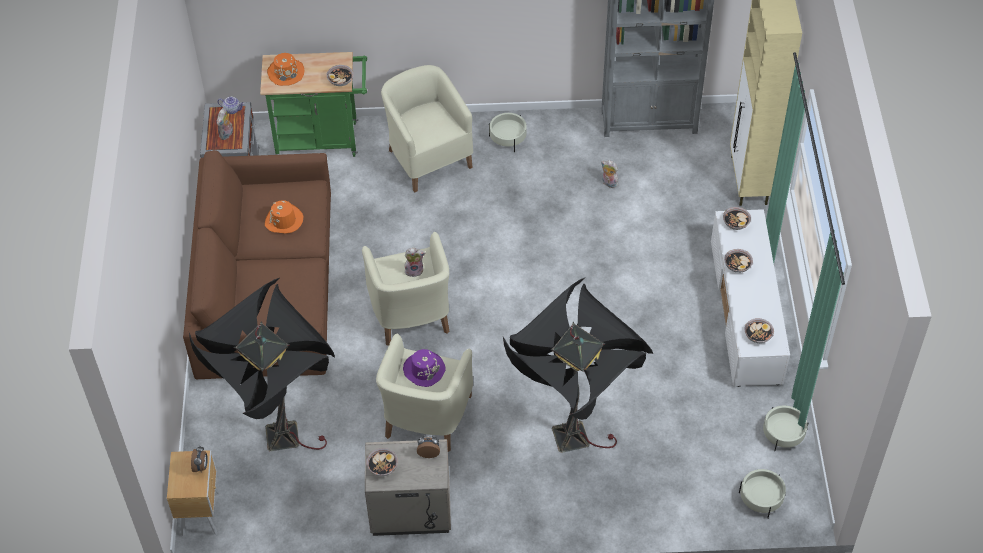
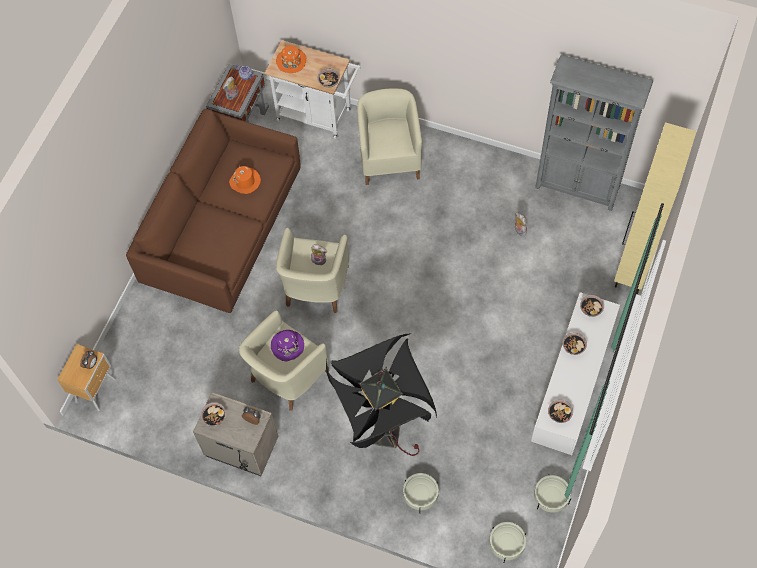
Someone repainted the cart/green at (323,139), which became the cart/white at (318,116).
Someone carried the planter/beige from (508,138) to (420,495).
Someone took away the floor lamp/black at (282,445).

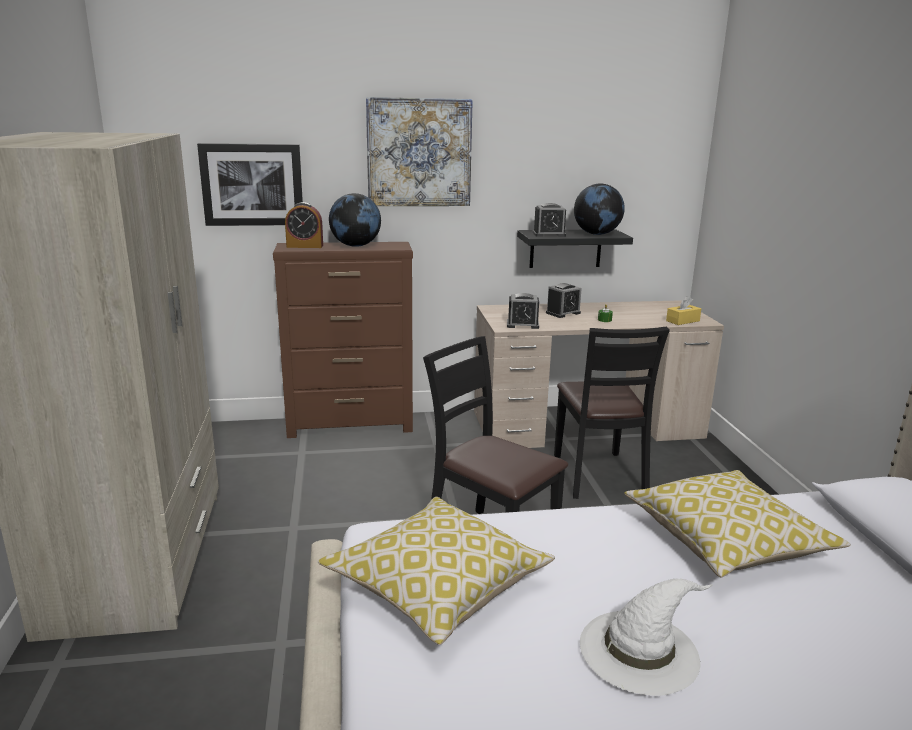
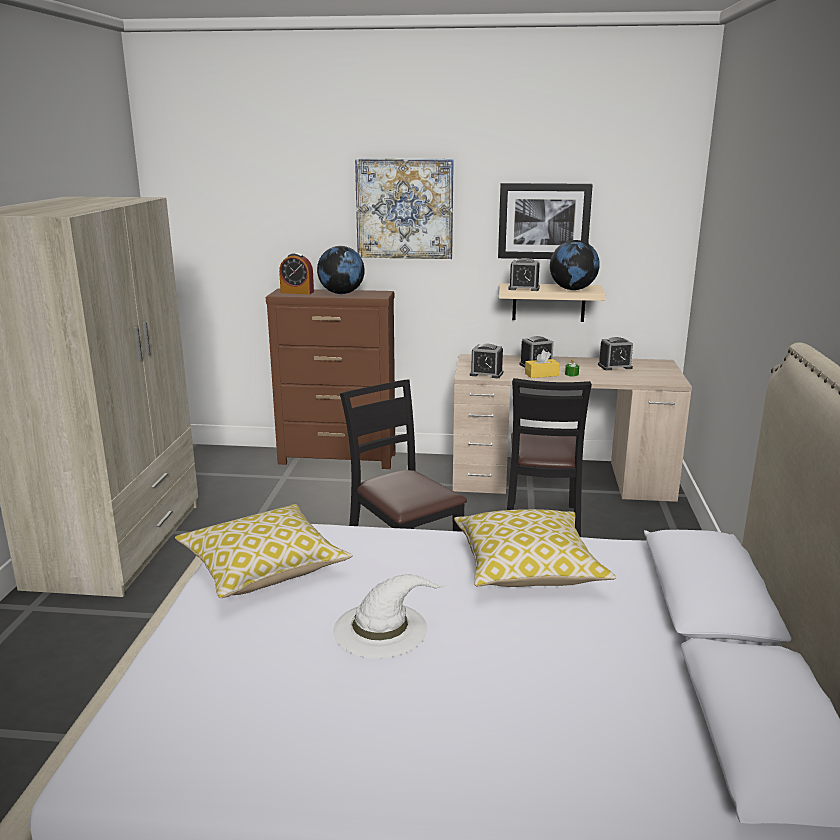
Someone carried the picture from (252,185) to (544,221).
Someone repainted the shelf/black at (565,248), which became the shelf/beige at (548,302).
Someone carried the tissue box/yellow from (682,321) to (541,374).
Someone put down the alarm clock at (614,366).

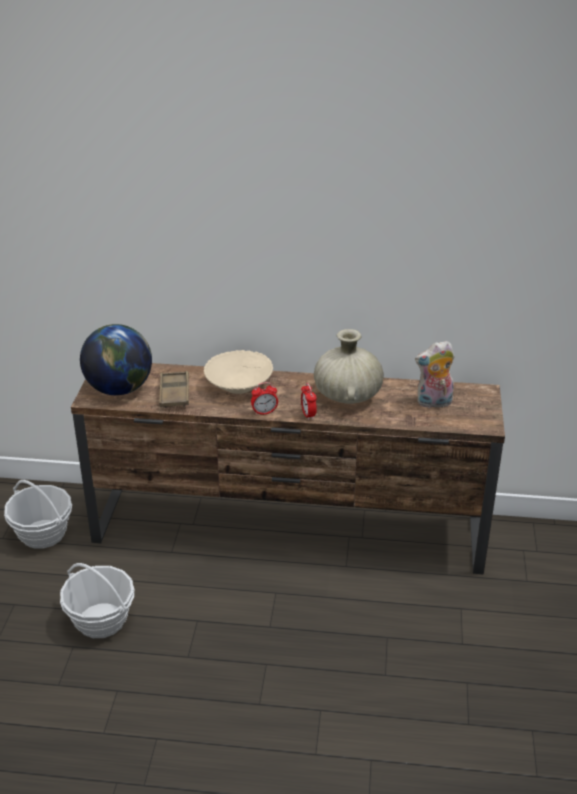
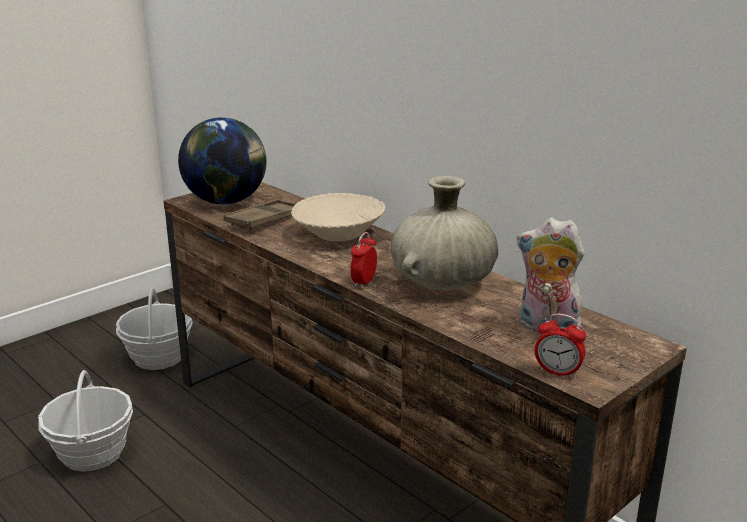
Someone carried the alarm clock from (264,412) to (557,372).

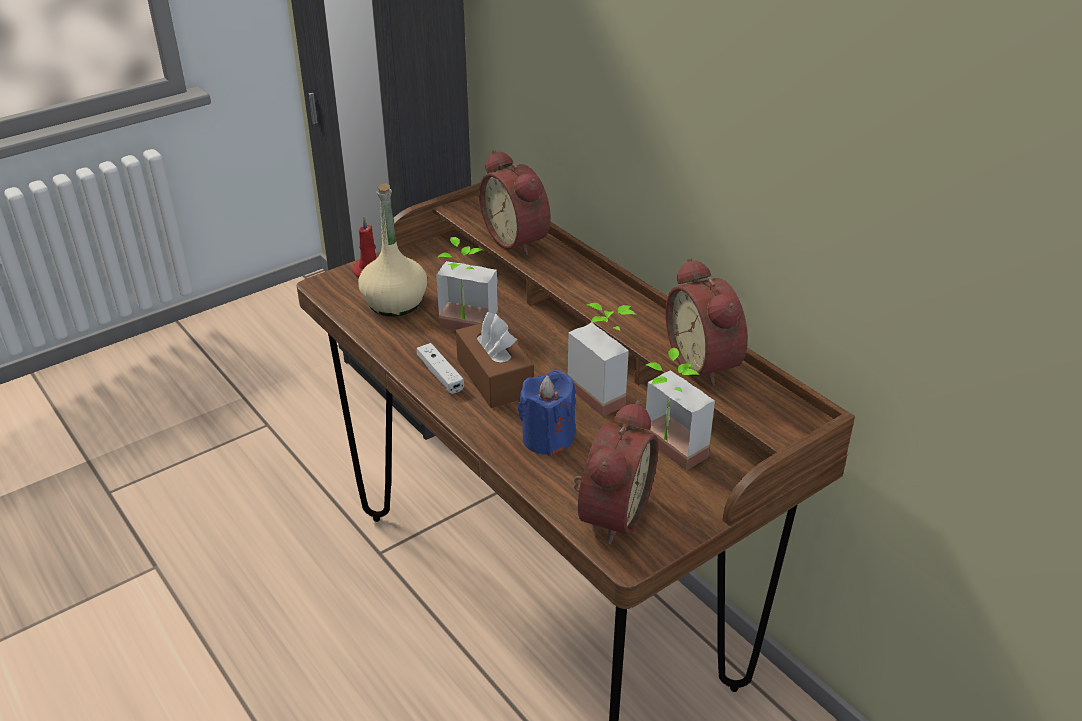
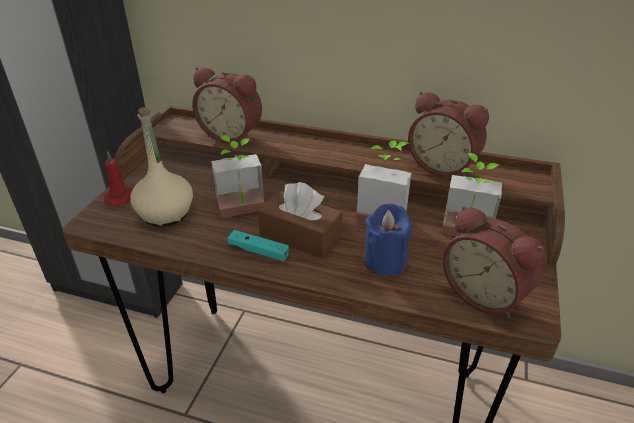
Someone repainted the game controller/white at (440,374), which became the game controller/turquoise at (258,251).
Someone rotated the alarm clock at (610,513) by 150 degrees clockwise.

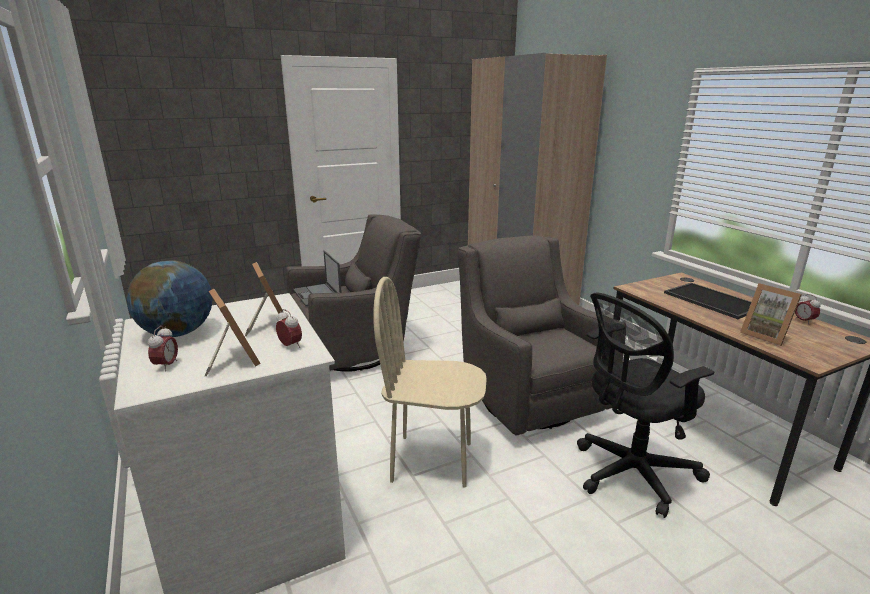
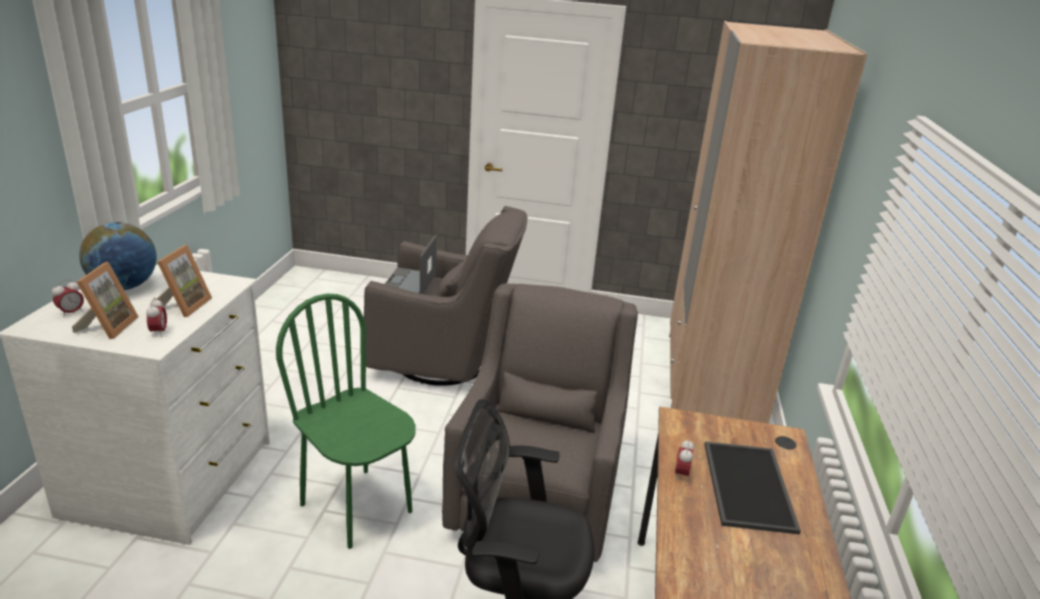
Someone repainted the chair/beige at (432,461), which became the chair/green at (357,507).
Someone carried the alarm clock from (803,321) to (681,474).
Someone took away the picture frame at (765,335).

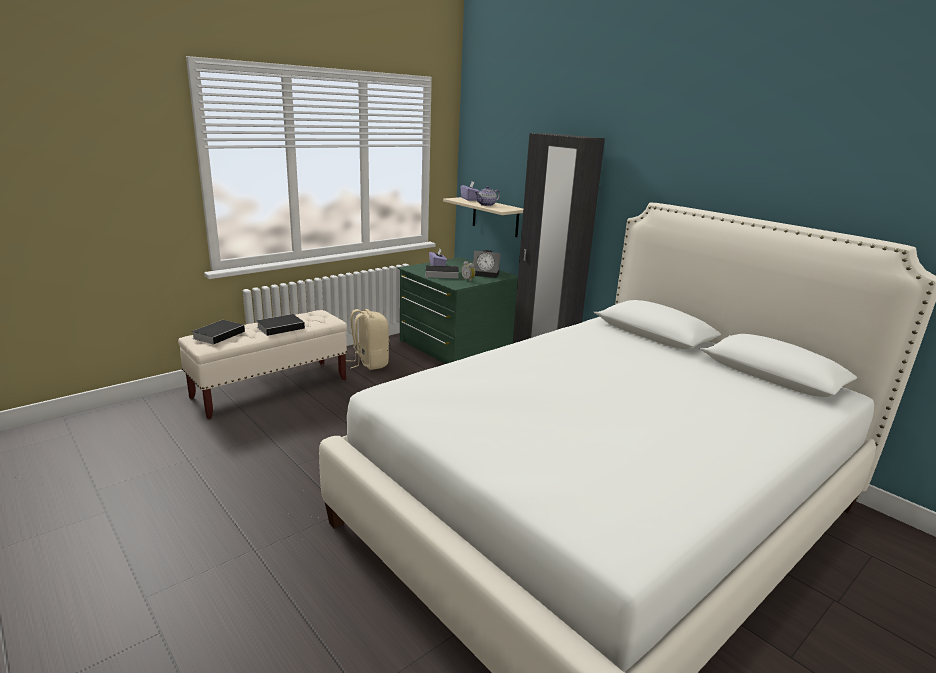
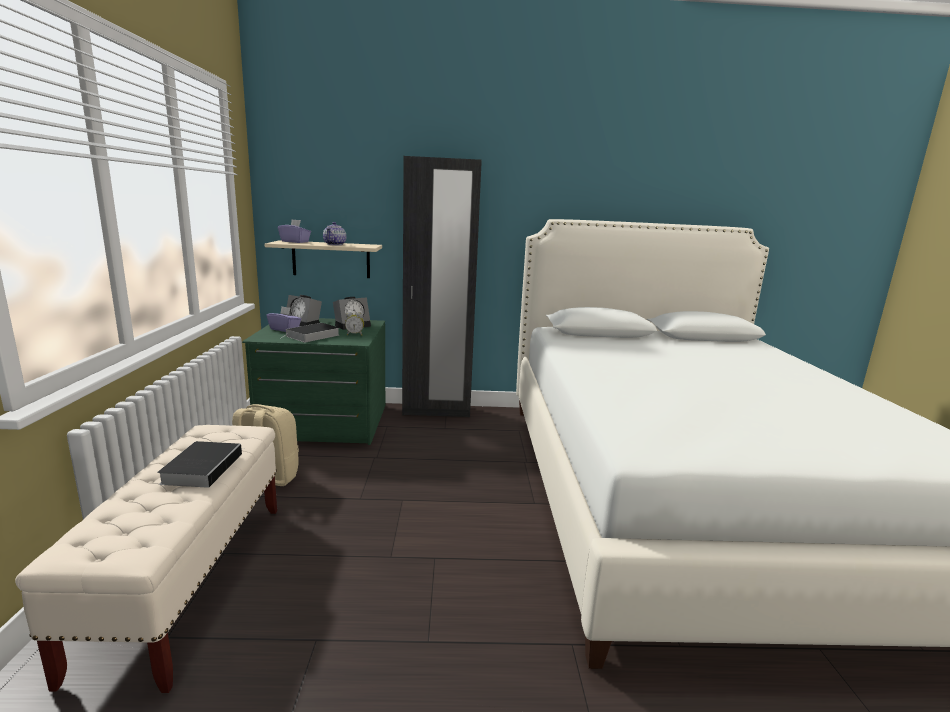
Someone put down the alarm clock at (304,324).
Someone took away the book at (219,334).

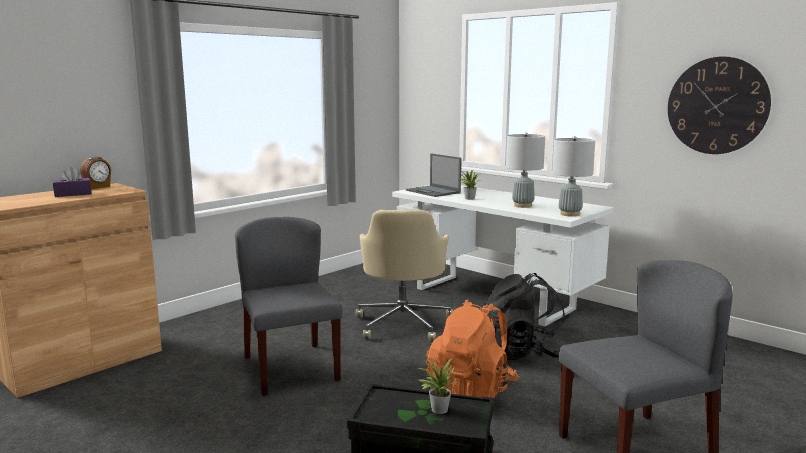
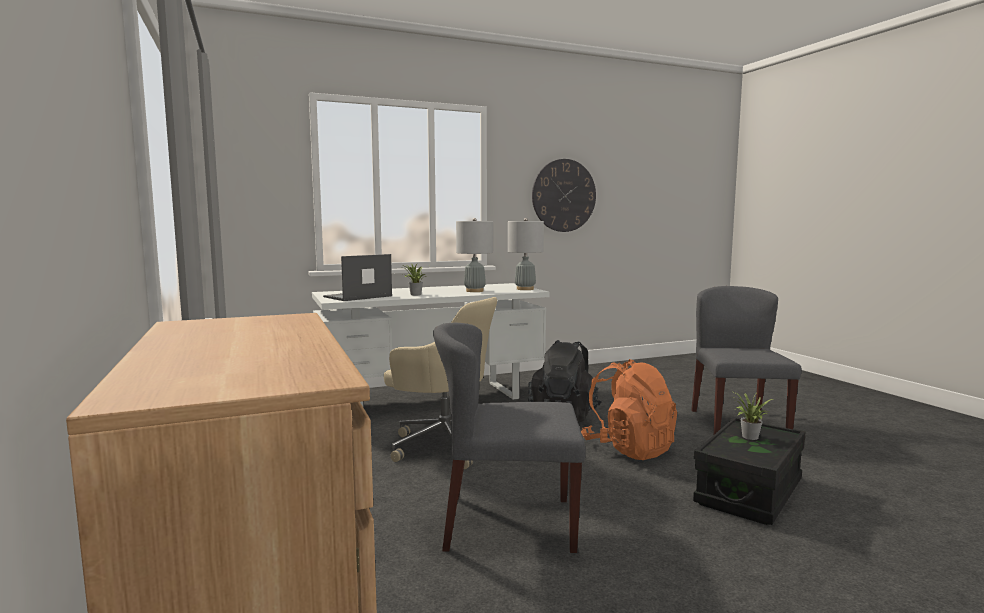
Someone rotated the laptop at (433,191) by 150 degrees clockwise.
Someone took away the tissue box/purple at (73,194).
Someone took away the alarm clock at (97,187).

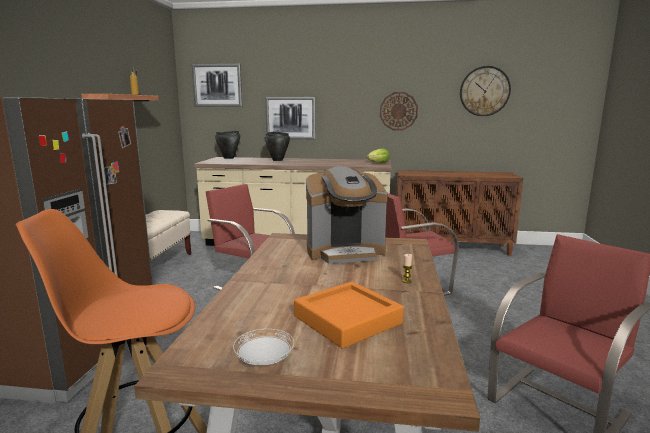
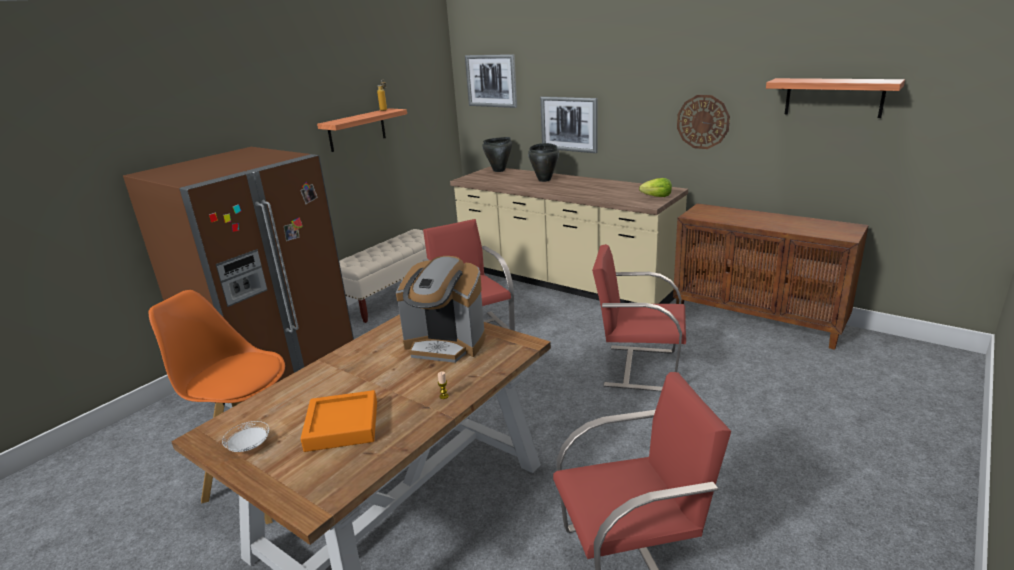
Someone swapped the wall clock at (484,91) for the shelf at (833,97).

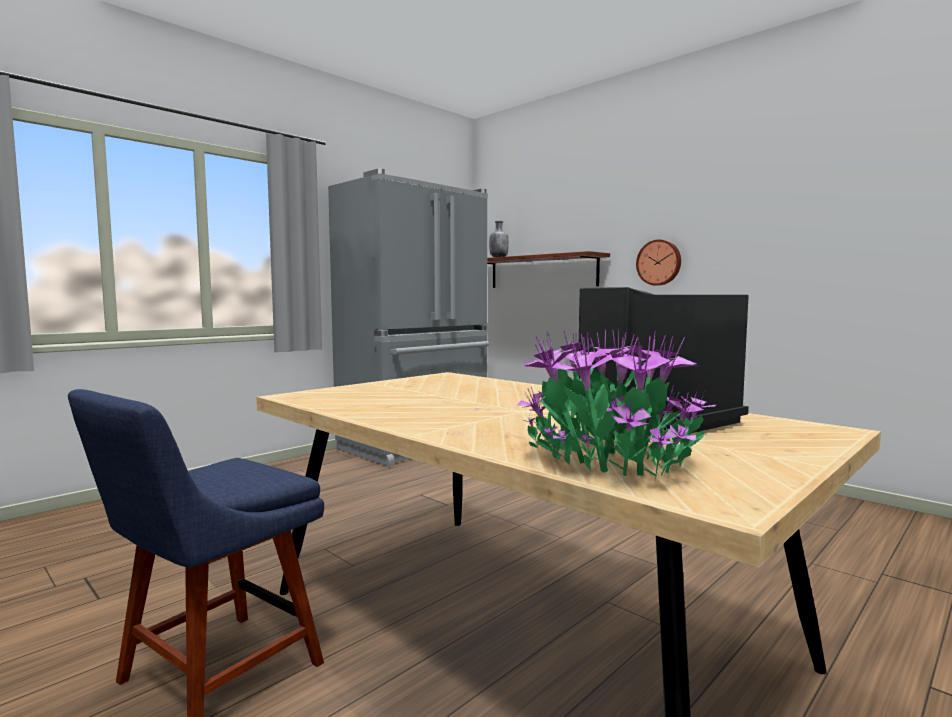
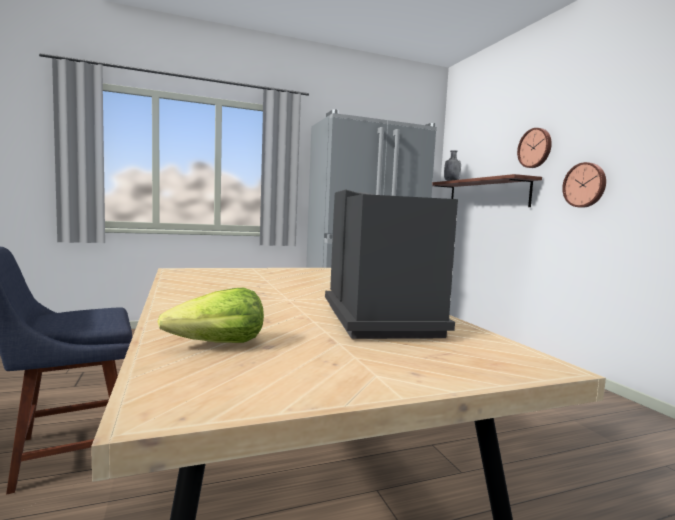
Someone swapped the potted plant at (608,458) for the lettuce at (218,345).
Someone put up the wall clock at (535,148).

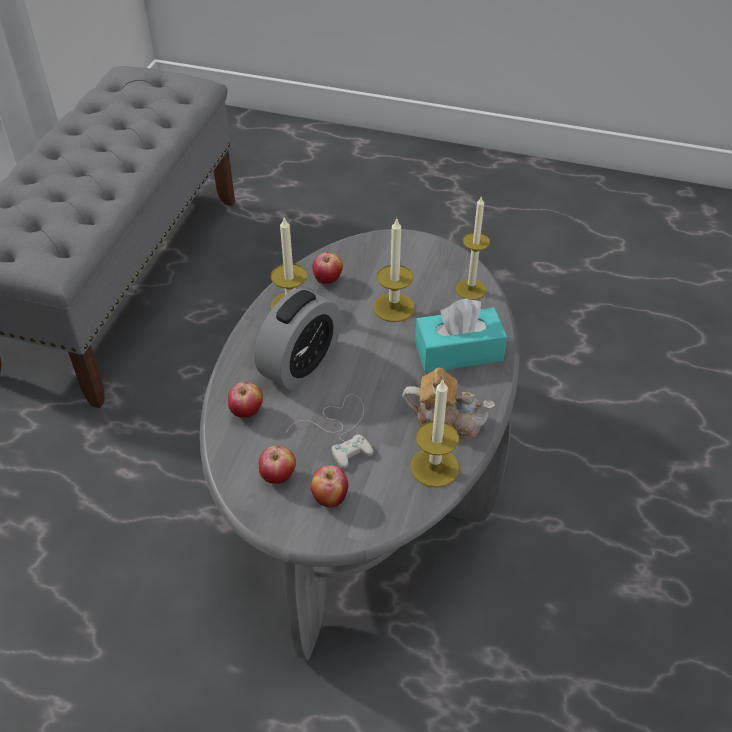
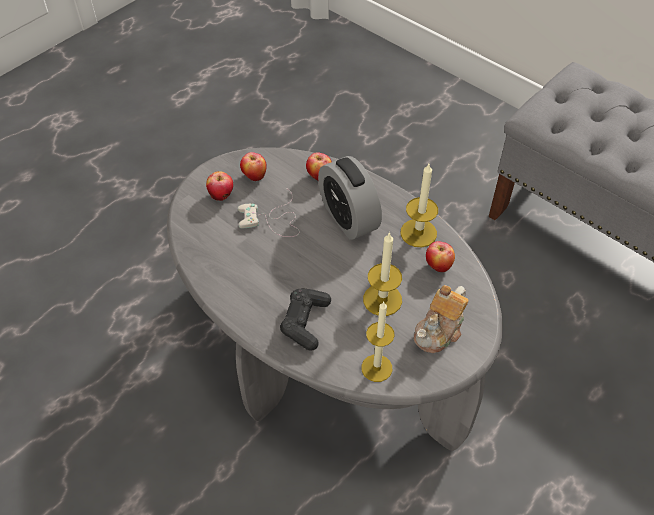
Someone swapped the tissue box/turquoise at (458,352) for the game controller/black at (305,322).
Someone carried the teapot from (446,420) to (439,331).
Someone took away the candle at (434,467).

